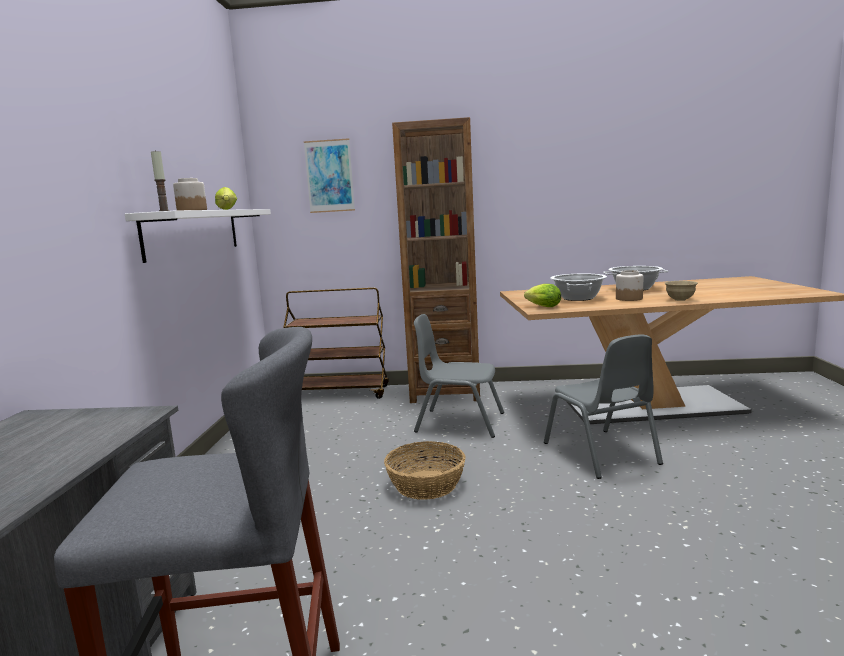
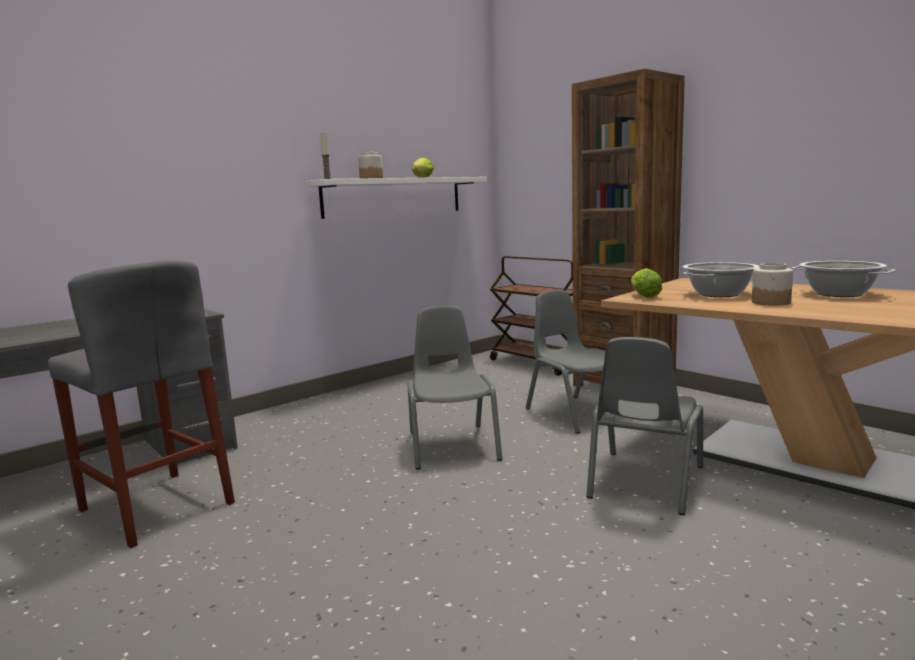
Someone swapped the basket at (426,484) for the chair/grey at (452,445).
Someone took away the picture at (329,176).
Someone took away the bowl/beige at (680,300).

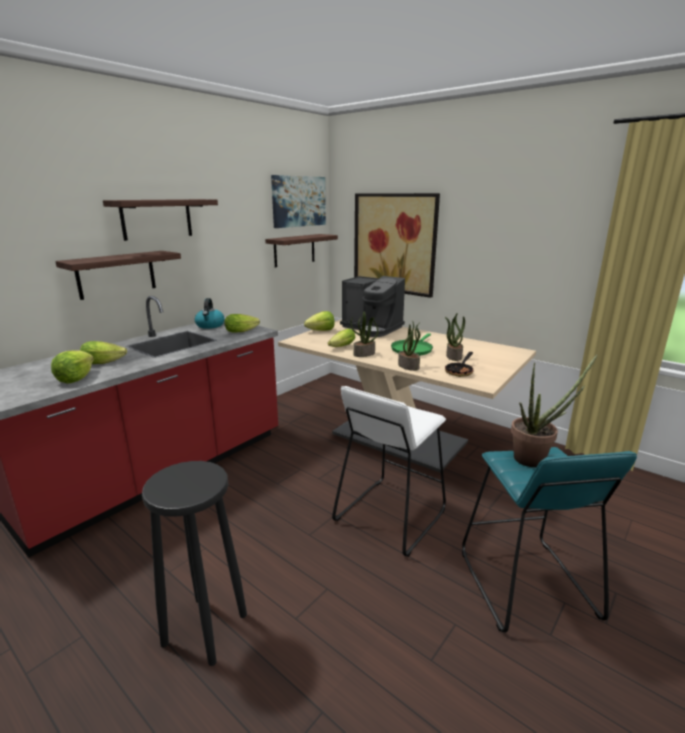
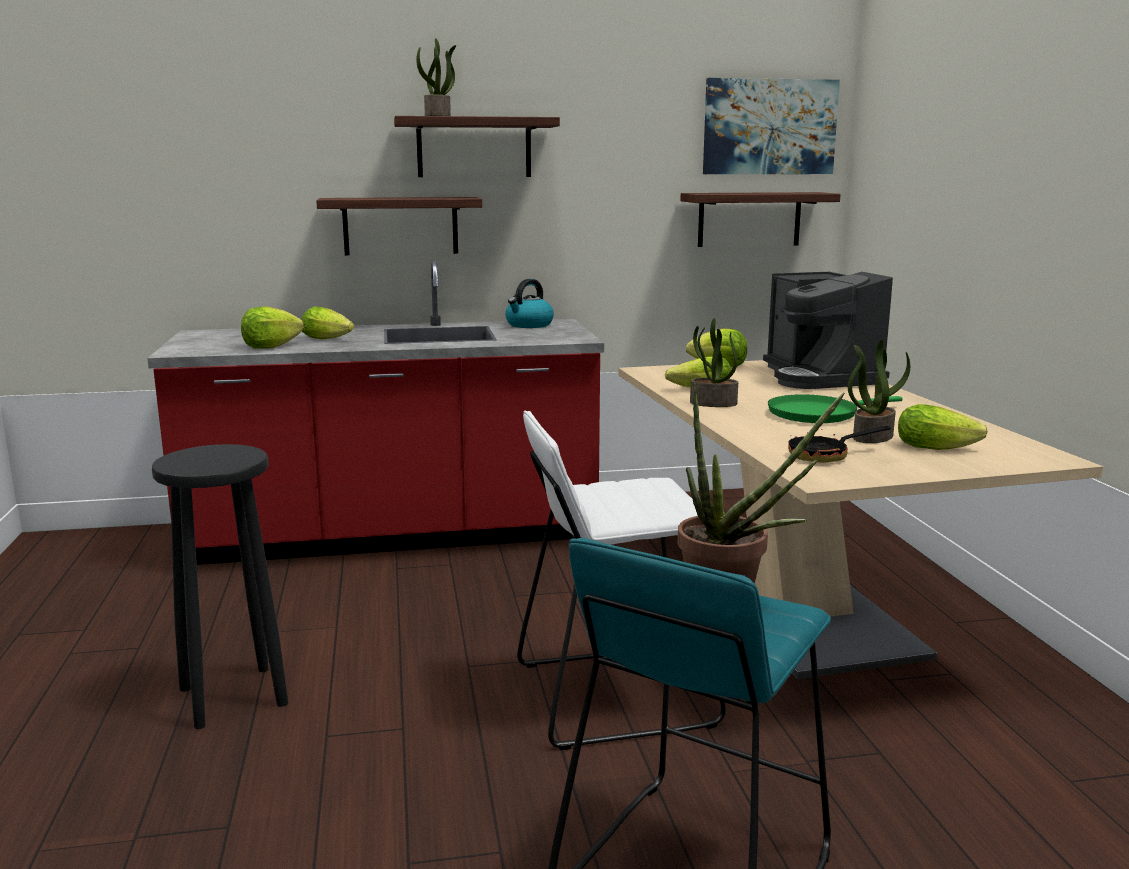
Someone carried the potted plant from (409,366) to (438,116).
Someone carried the lettuce from (243,331) to (940,448).
Someone took away the picture at (394,243).

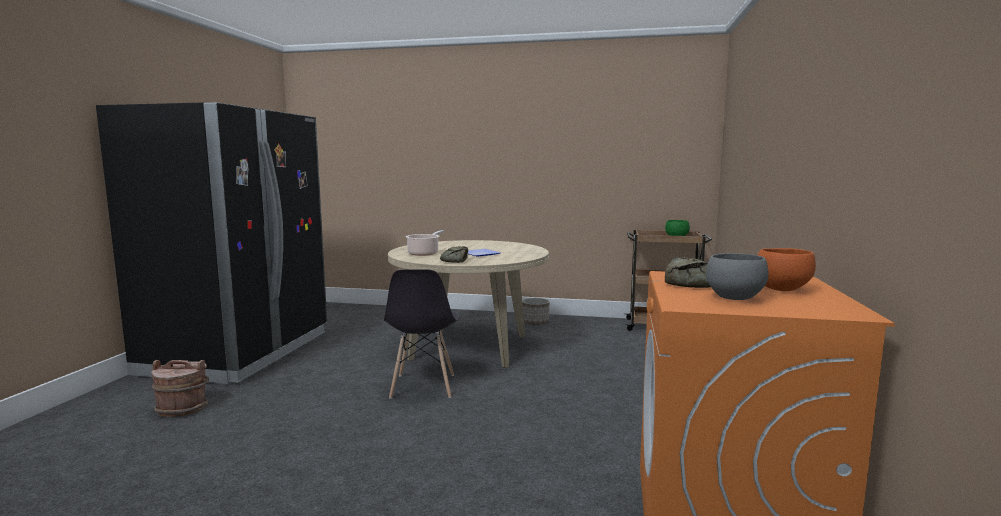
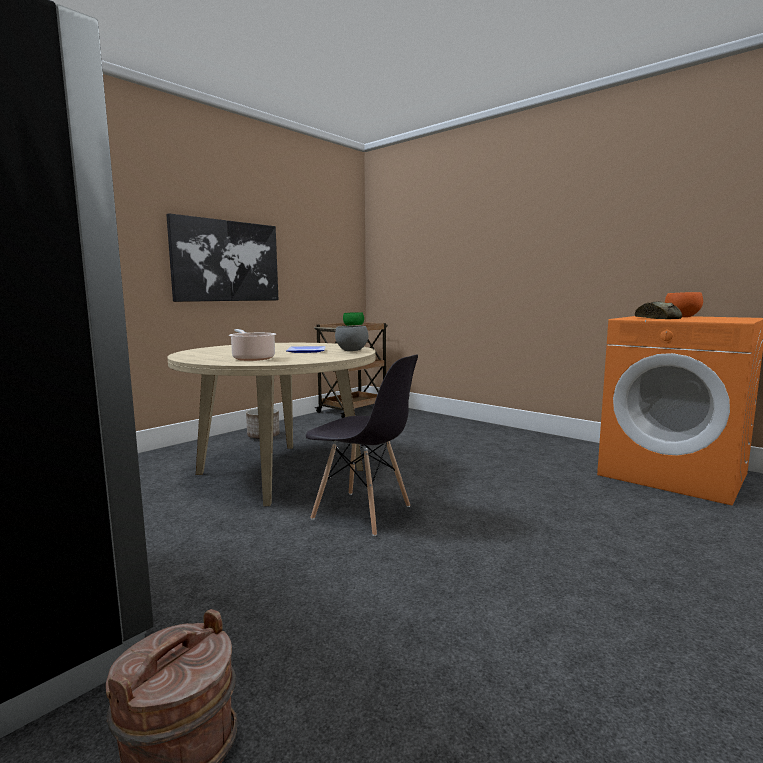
Someone put up the picture at (226,261).
Someone carried the bowl/grey from (733,297) to (351,350).
Someone took away the bread at (455,261).

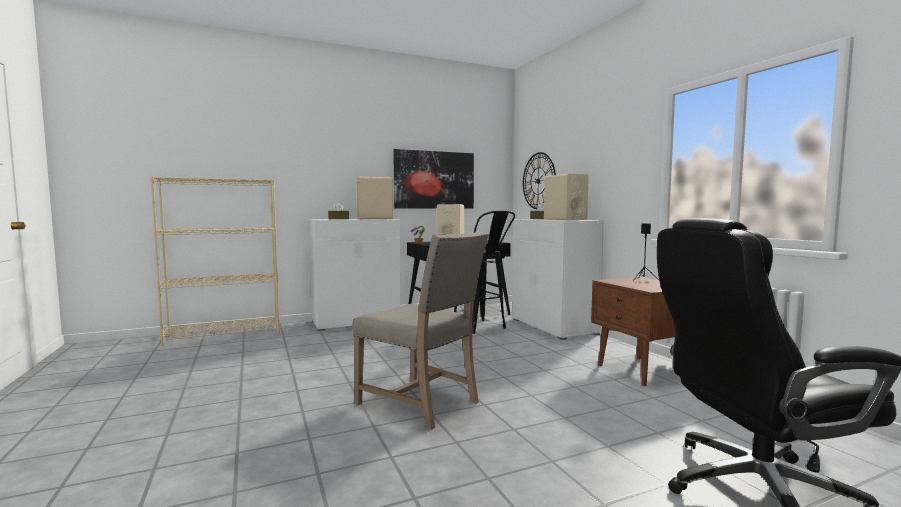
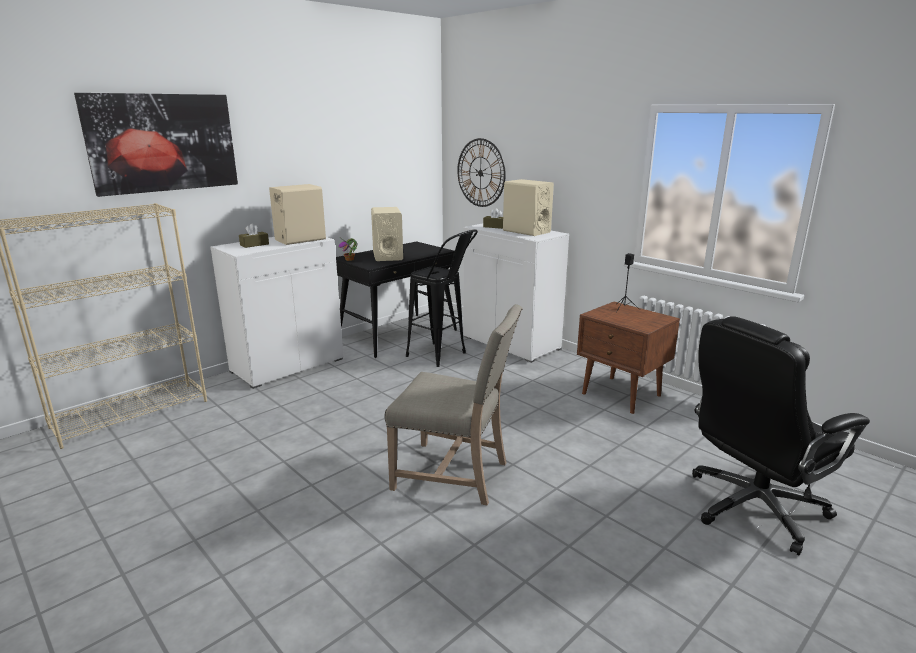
Someone carried the picture from (434,180) to (163,143).

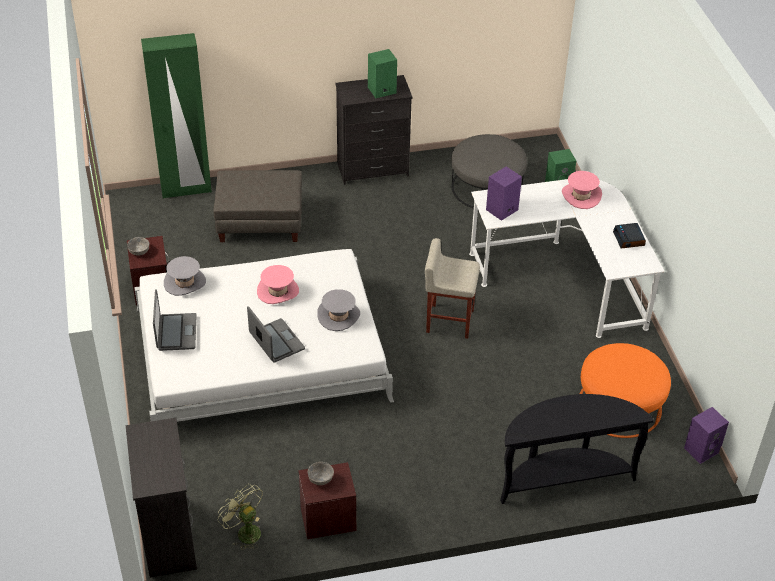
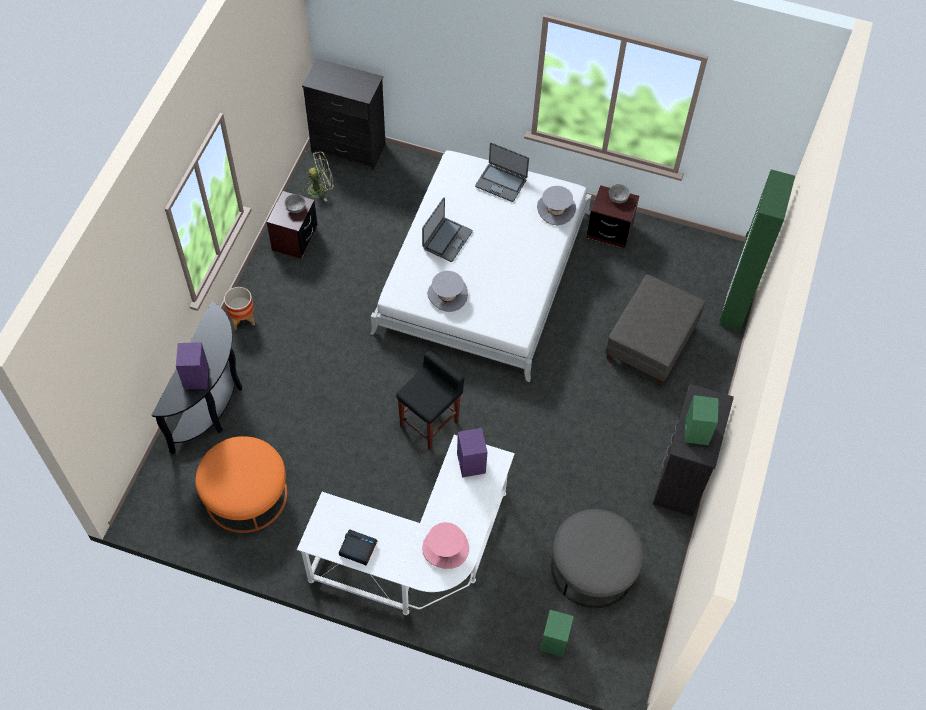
Someone carried the speaker/purple from (701,449) to (197,378).
Someone put down the planter at (242,319).
Someone repainted the stool/beige at (449,321), which became the stool/black at (430,423).
Someone rotated the laptop at (276,342) by 60 degrees counterclockwise.
Someone took away the hat/pink at (278,291).

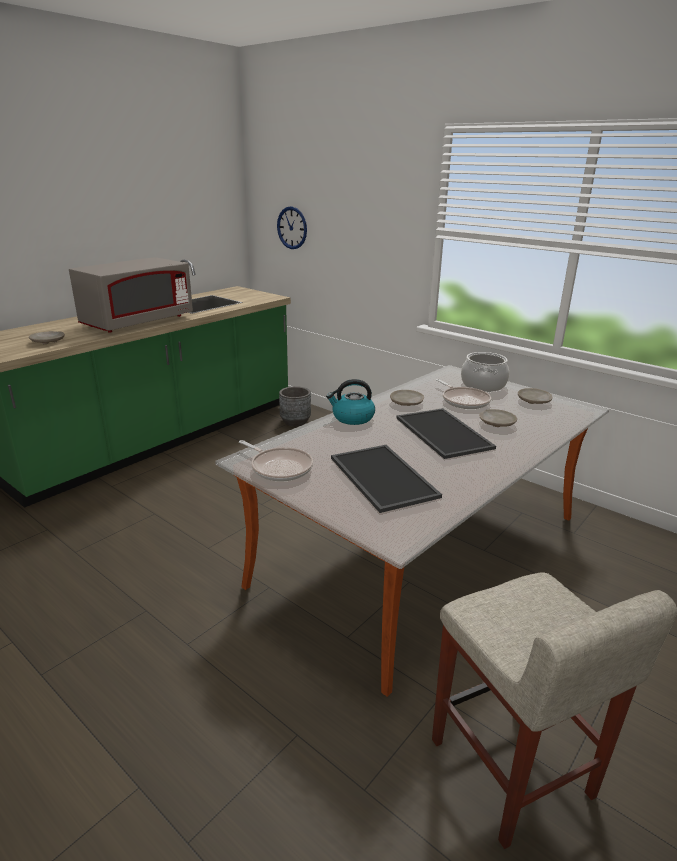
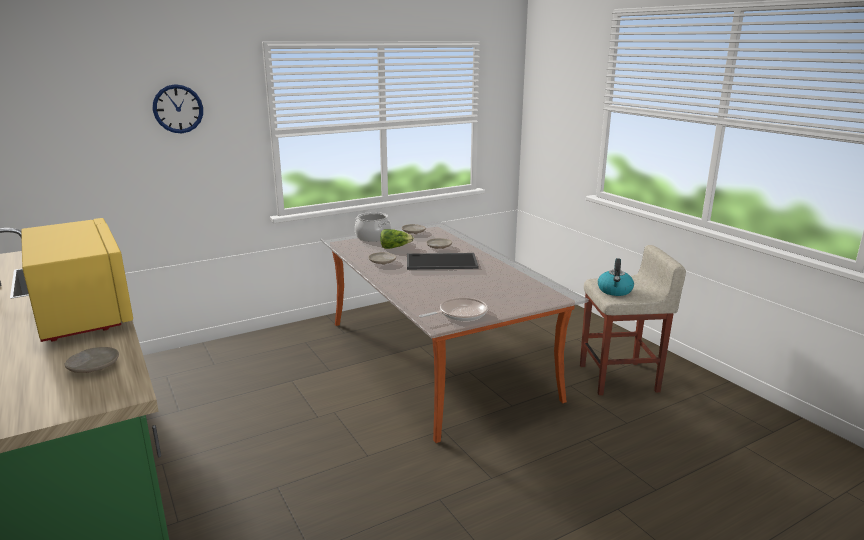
Someone repainted the microwave/grey at (138,322), which became the microwave/yellow at (83,313).
Someone carried the wall clock from (292,228) to (178,109).
Someone swapped the frying pan at (463,401) for the lettuce at (395,247).
Someone carried the kettle from (352,418) to (615,291).
Someone took away the planter/grey at (295,422).
Someone took away the tray at (380,477).

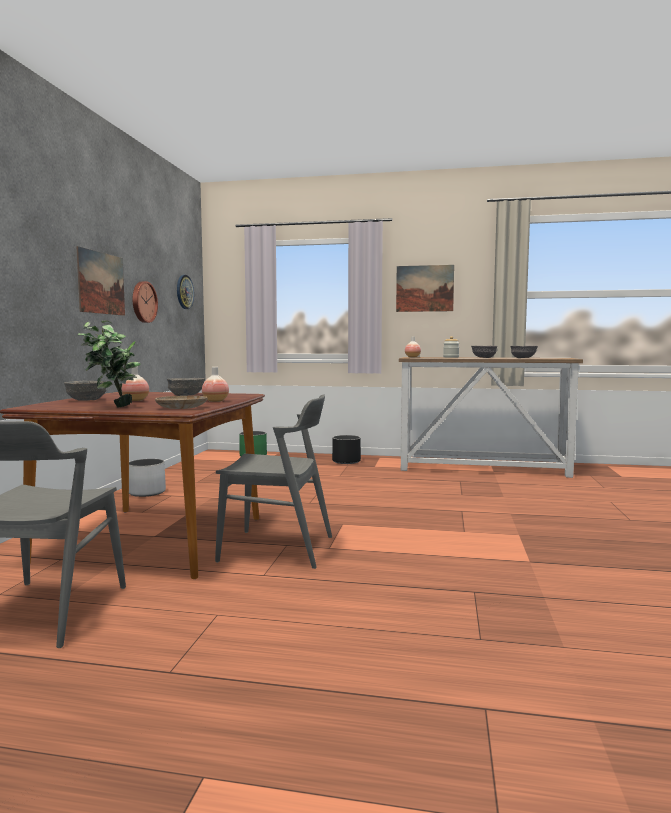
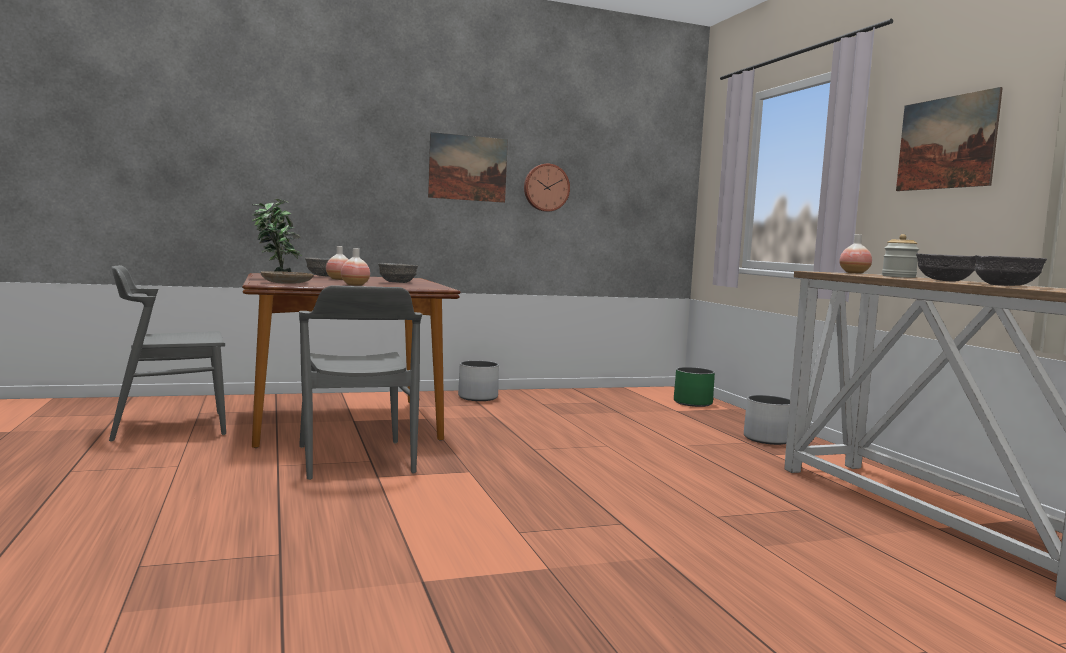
Someone repainted the planter/black at (346,461), which became the planter/white at (767,439).
Someone took away the wall clock at (184,292).

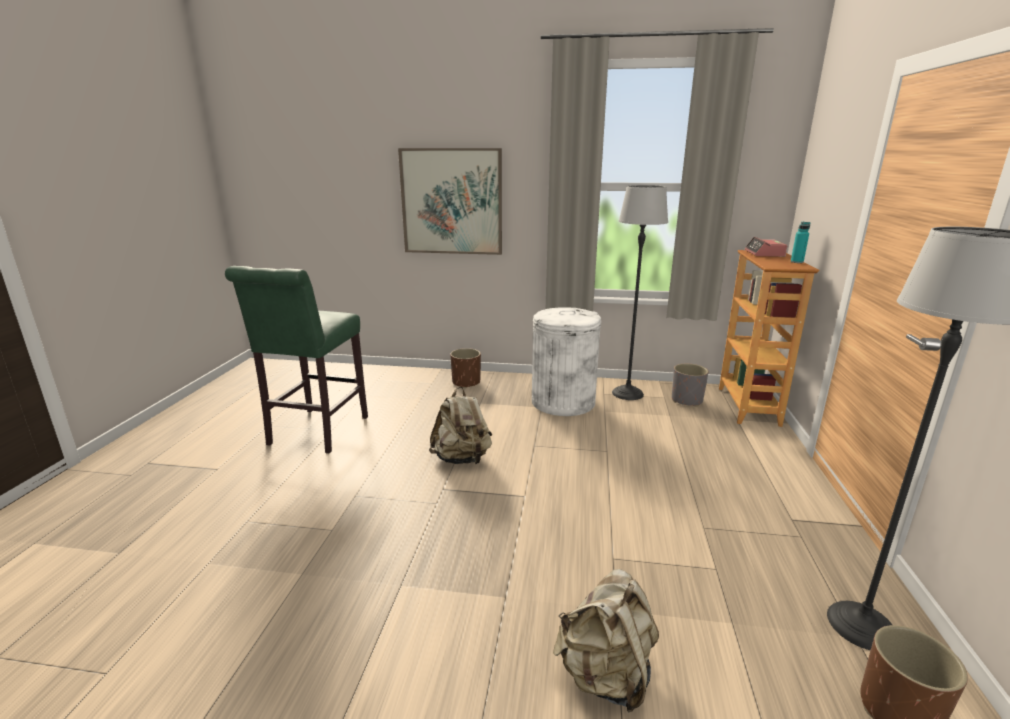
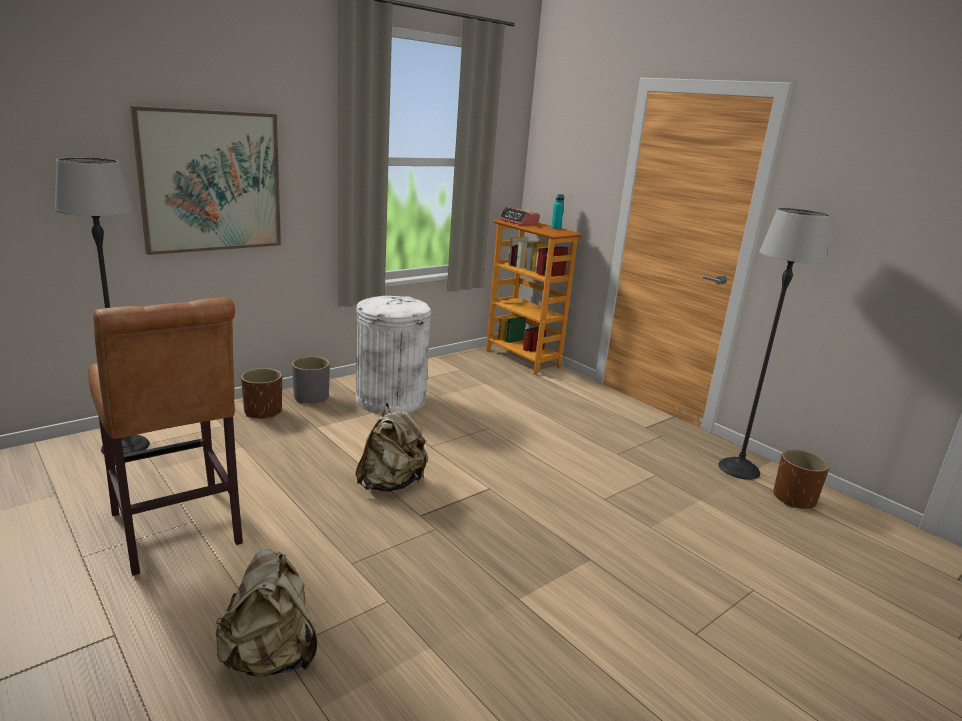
Someone carried the floor lamp from (627,393) to (125,446).
Someone repainted the stool/green at (315,433), which became the stool/brown at (178,533).
Someone carried the backpack/beige from (605,675) to (270,657).
Someone carried the planter/grey from (687,400) to (311,398).

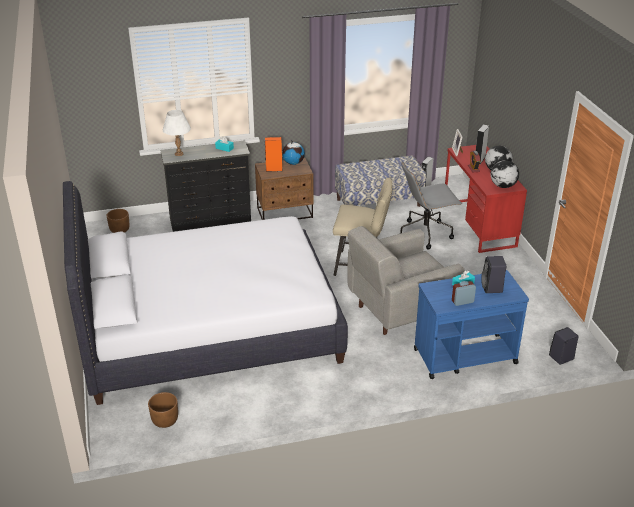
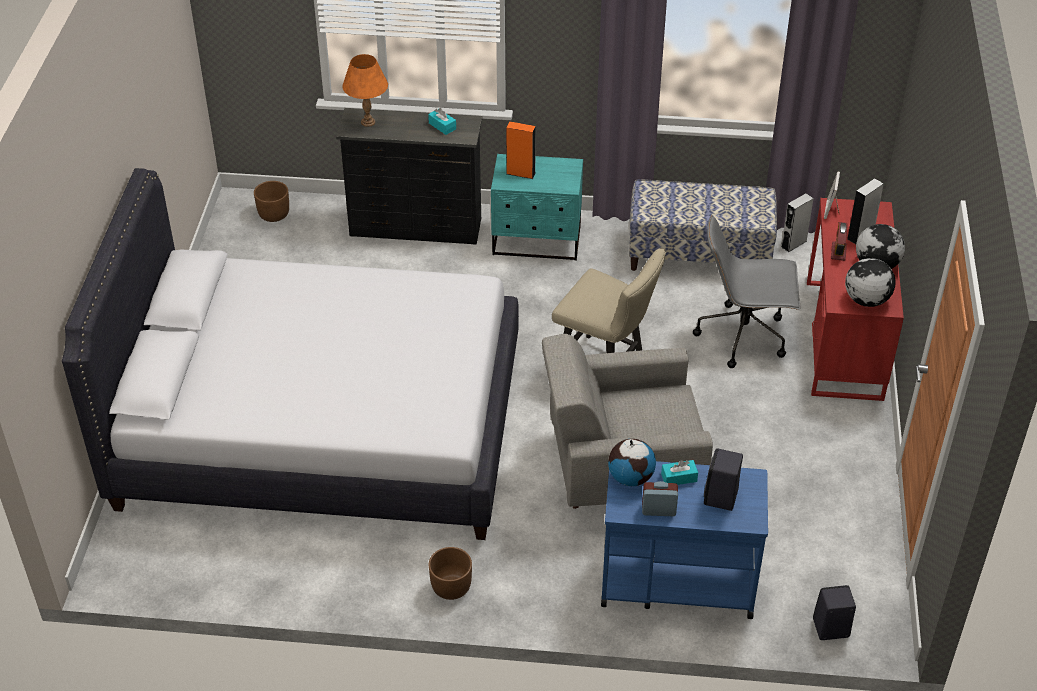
Someone repainted the table lamp/white at (179,153), which became the table lamp/orange at (368,122).
Someone carried the planter/brown from (164,420) to (451,587).
Someone repainted the nightstand/brown at (285,213), which became the nightstand/turquoise at (537,241).
Someone carried the globe from (293,163) to (630,477).

